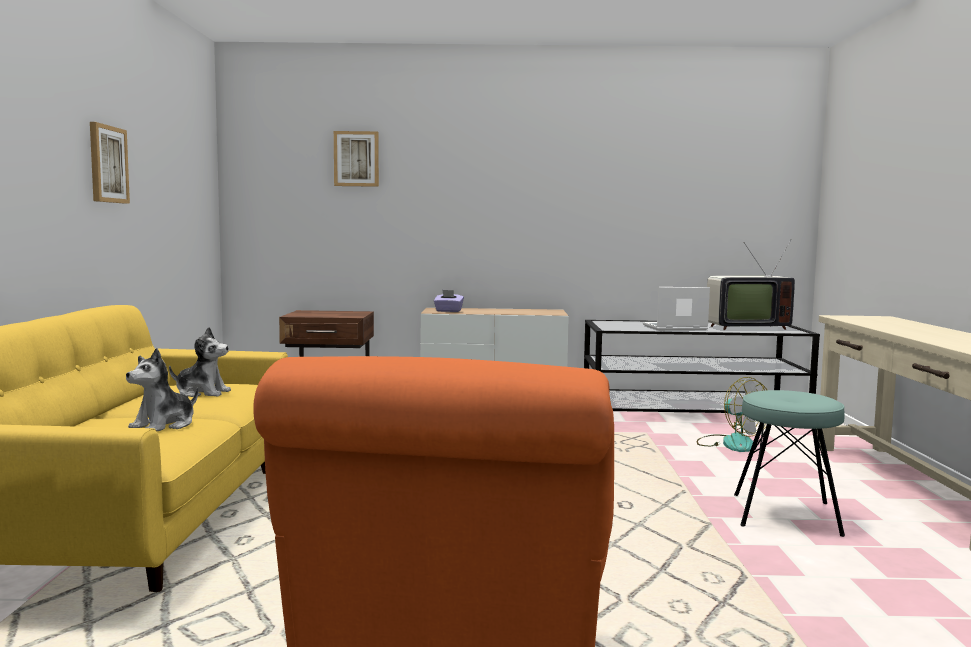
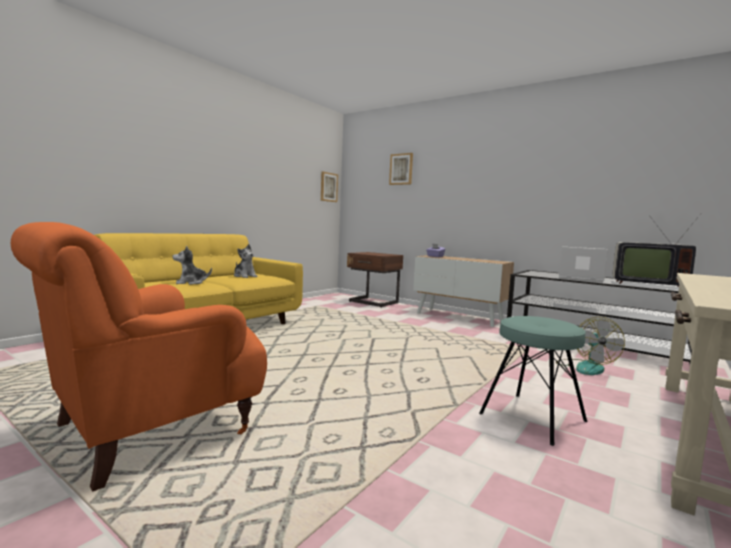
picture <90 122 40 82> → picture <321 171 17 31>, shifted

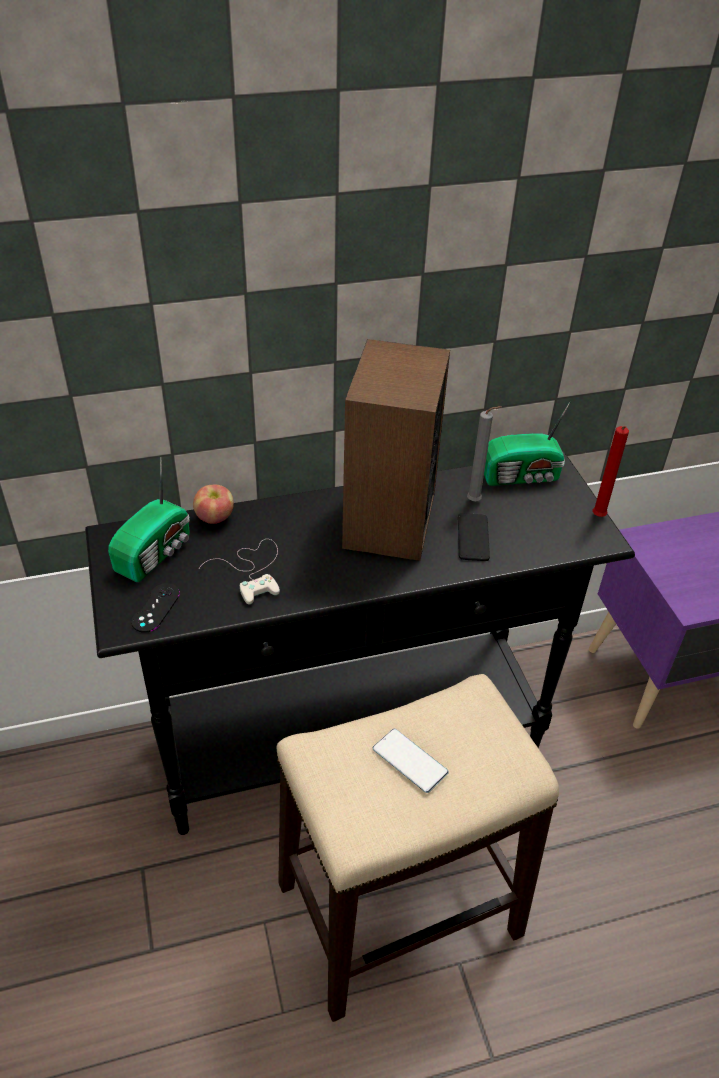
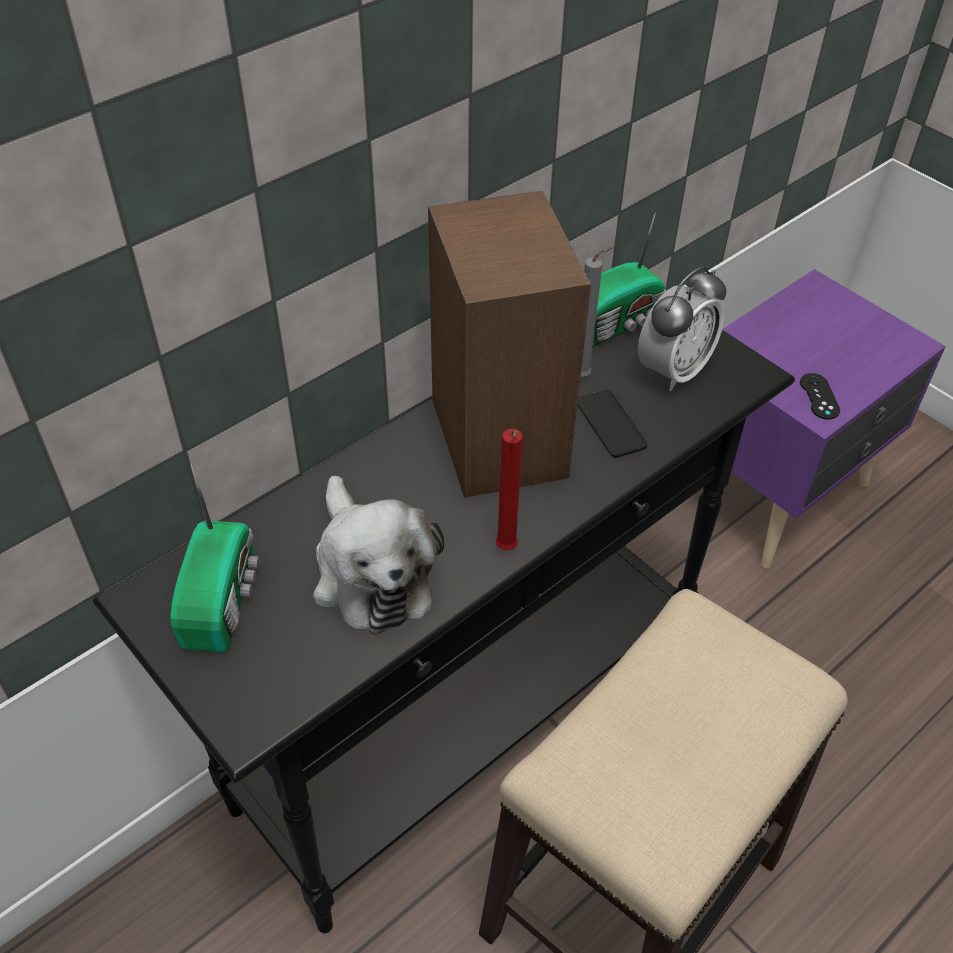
apple <193 484 41 40> → -
phone <373 729 76 64> → -
- → alarm clock <638 266 89 125>
game controller (black) <131 583 49 50> → game controller (black) <800 373 40 46>, shifted
candle (red) <592 426 37 91> → candle (red) <495 429 28 122>, shifted
game controller (white) <199 539 81 65> → plush toy <313 475 131 160>

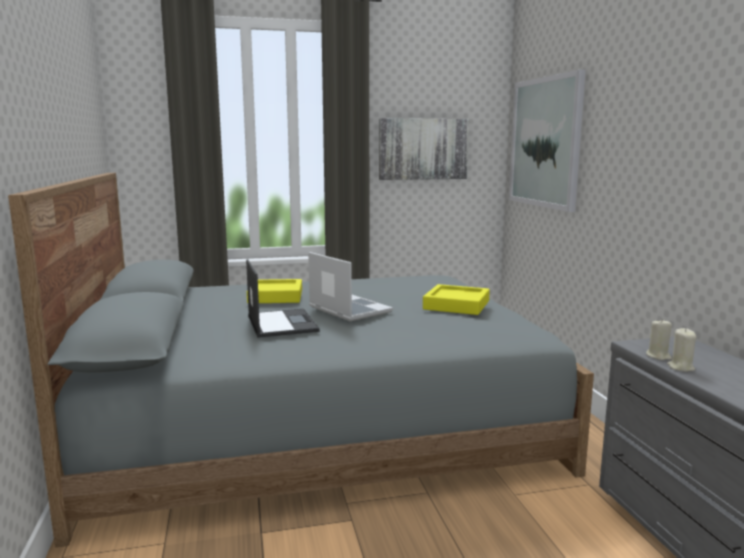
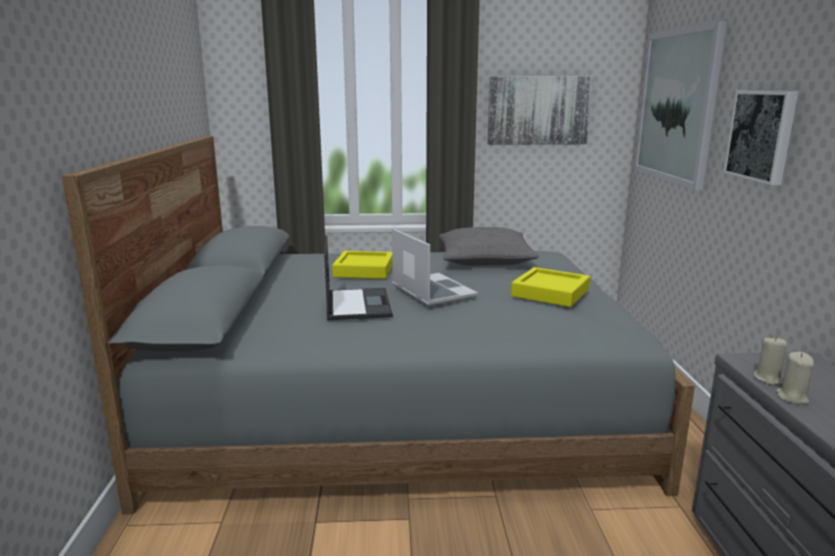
- → pillow (grey) <438 227 101 39>
- → picture <723 91 75 94>

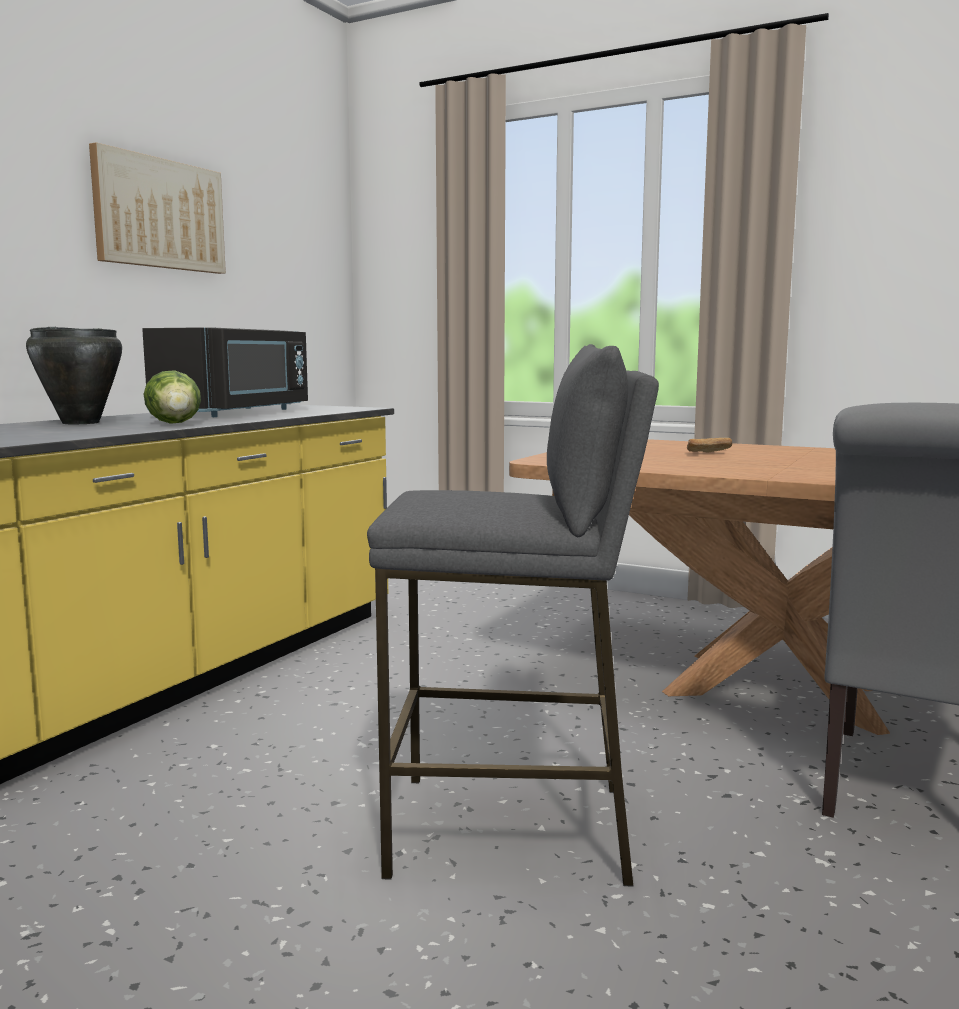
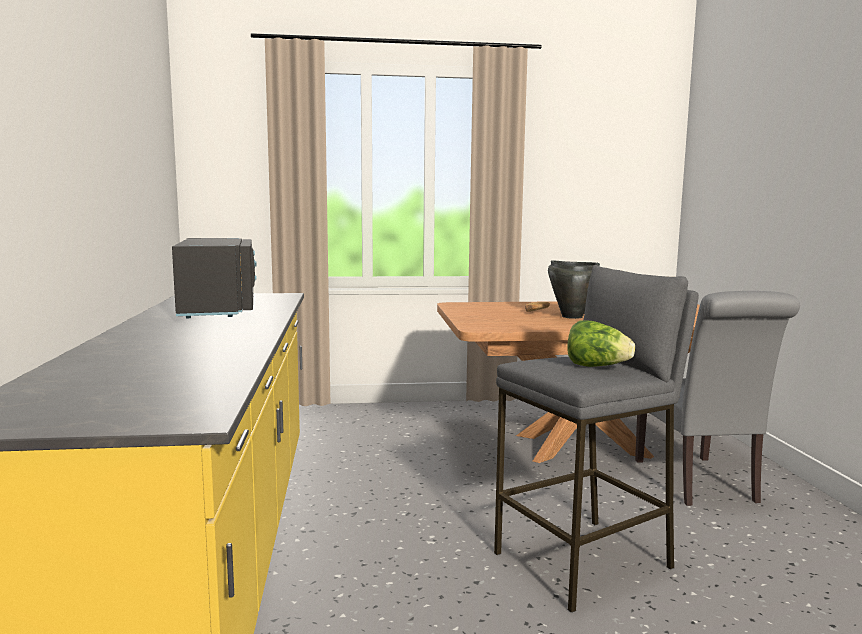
picture <89 142 137 132> → -
cooking pot (black) <26 327 96 97> → cooking pot (black) <548 260 52 59>, shifted
lettuce <144 370 57 54> → lettuce <568 320 67 47>, shifted

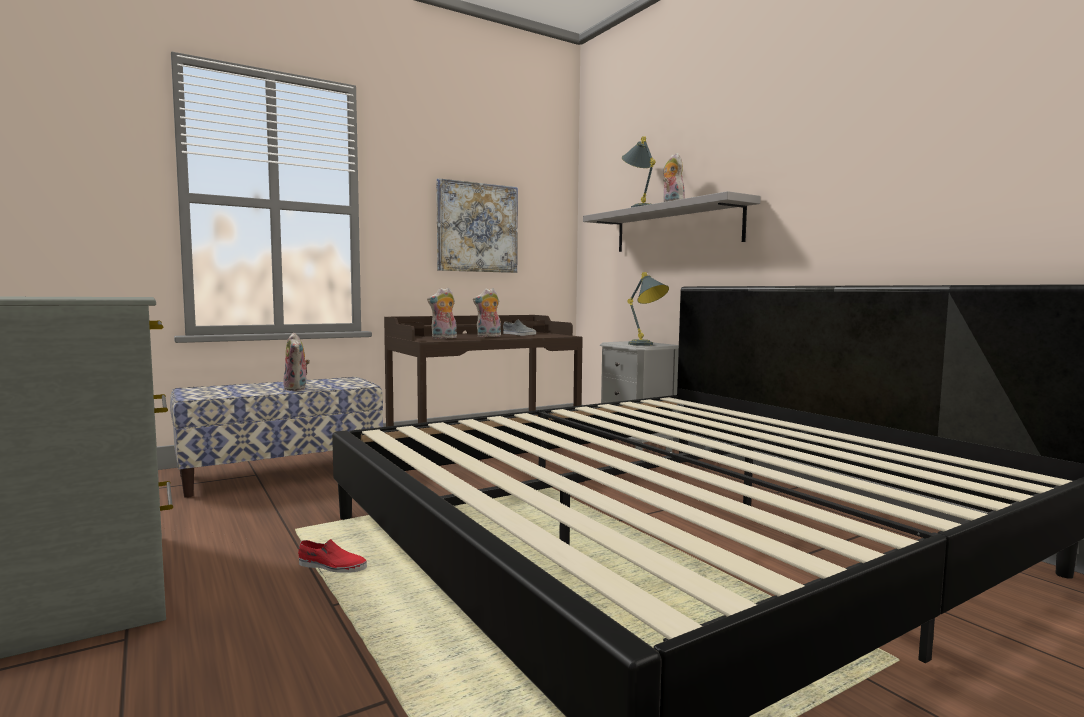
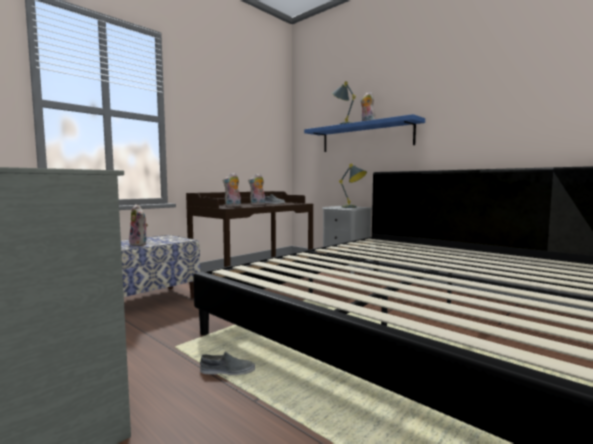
picture <437 178 81 95> → -
shoe (red) <298 539 69 34> → shoe (grey) <200 351 55 24>
shelf (grey) <583 191 178 61> → shelf (blue) <304 114 121 38>

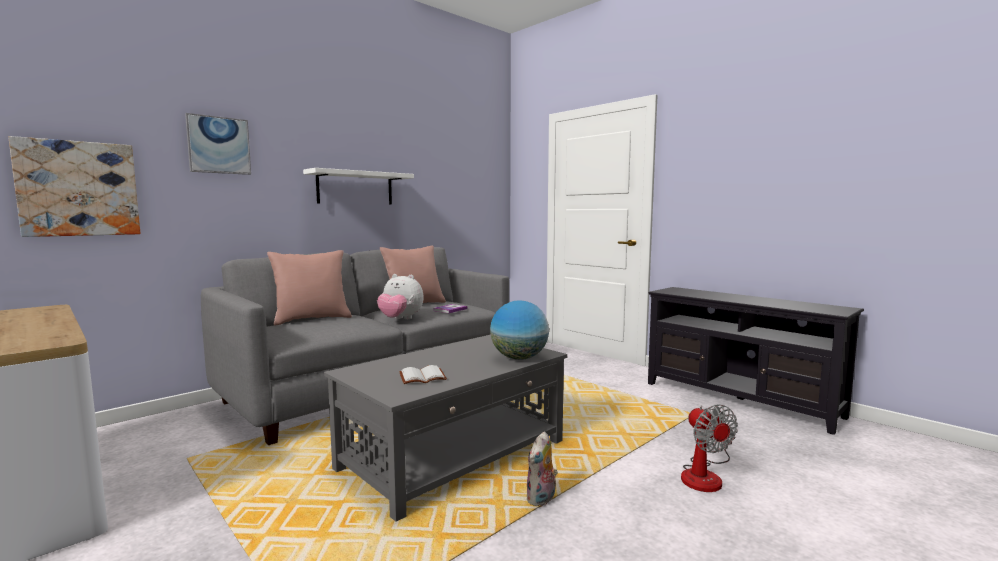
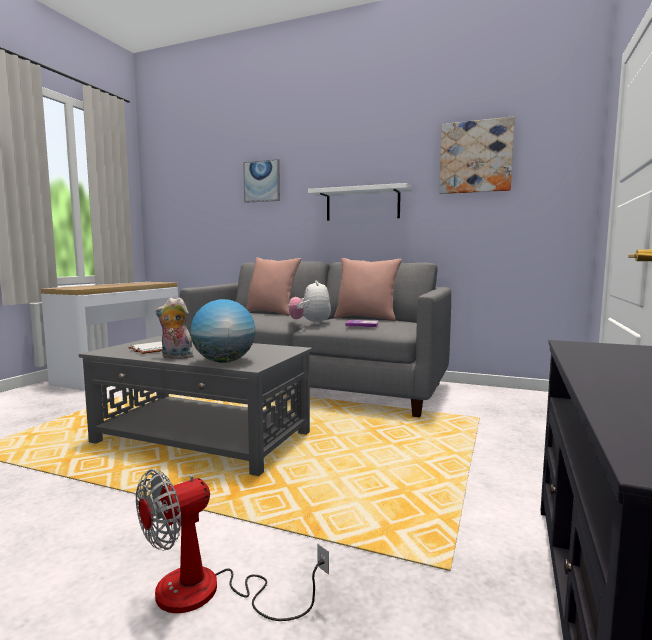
picture <8 136 132 101> → picture <439 116 76 78>, shifted
plush toy <527 431 31 76> → plush toy <156 297 39 62>, shifted

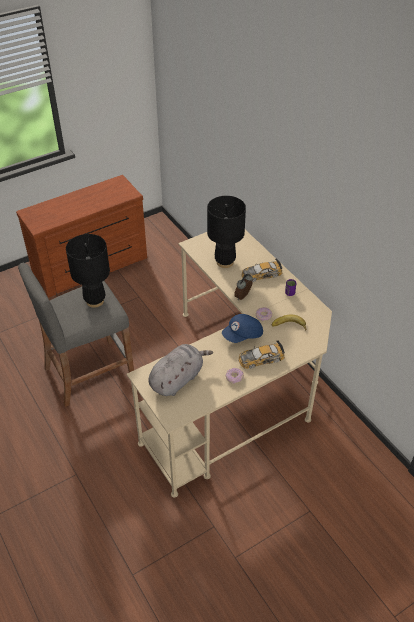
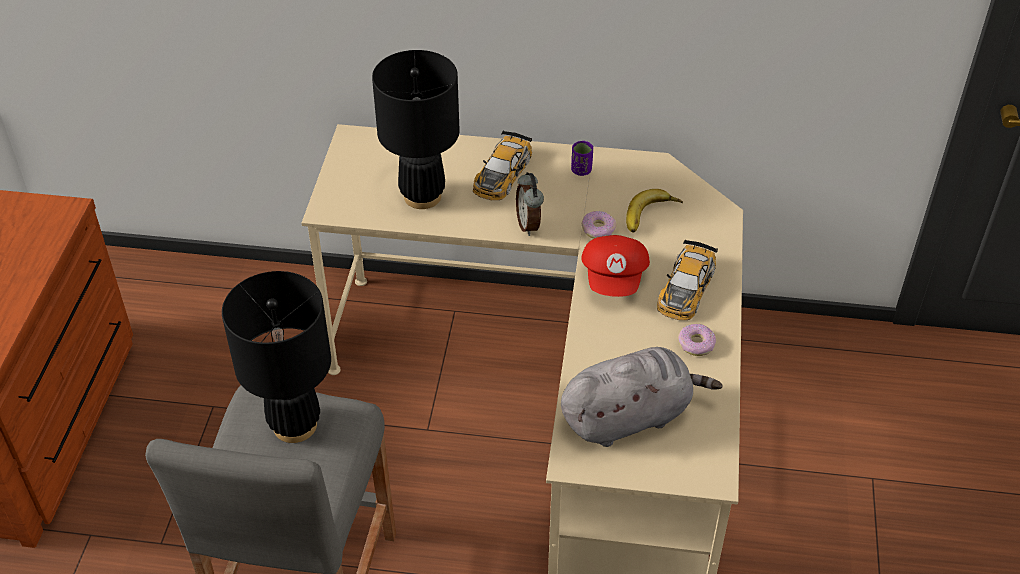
cap (blue) <222 314 41 29> → cap (red) <581 235 69 62>
plush toy (grey) <148 344 65 52> → plush toy (grey) <561 347 162 100>, 75 degrees clockwise

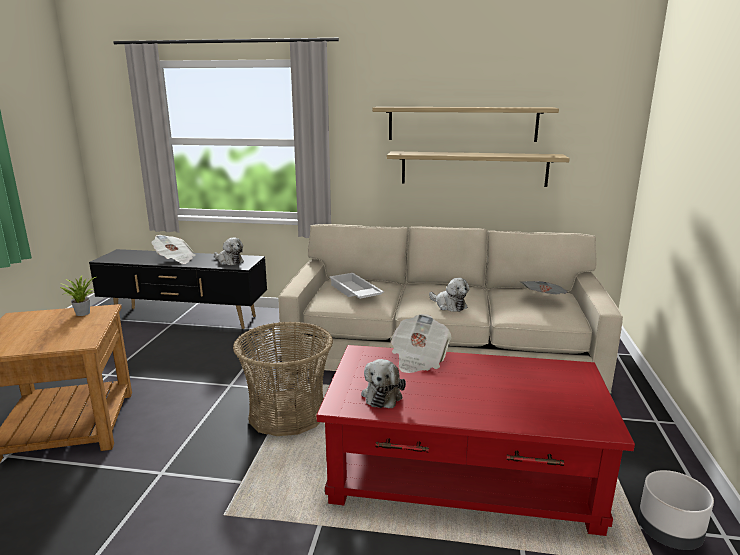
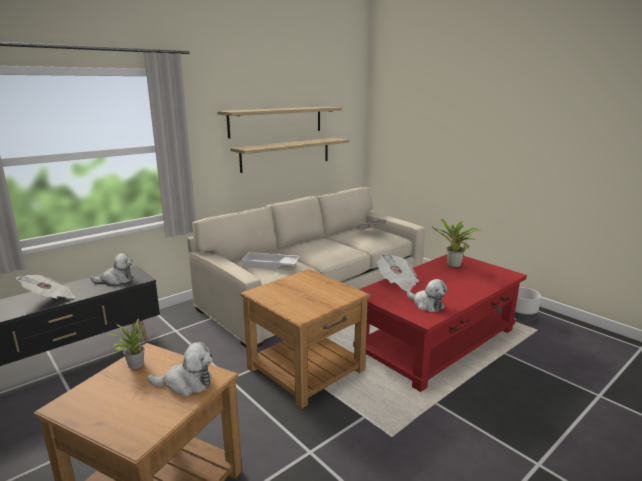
- → potted plant <433 219 45 49>
plush toy <429 278 41 34> → plush toy <148 342 65 55>, shifted
basket <233 322 100 114> → side table (brown) <240 269 130 140>

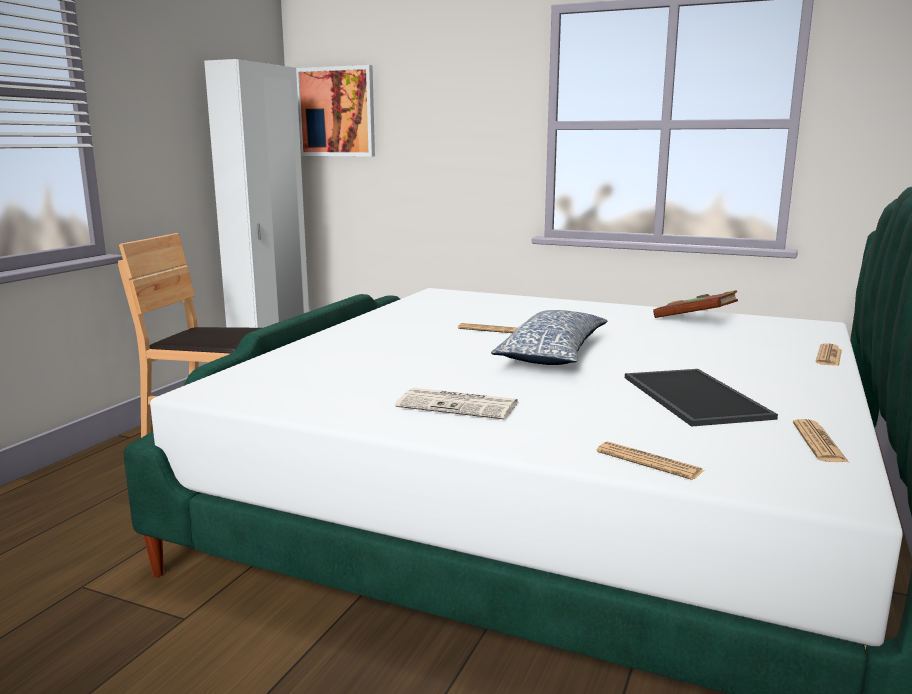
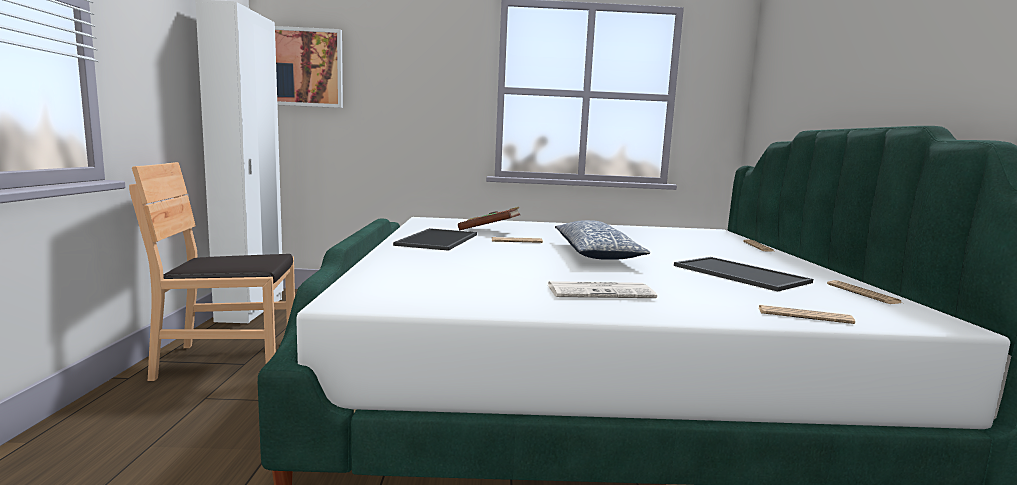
- → tray <393 228 84 23>
book (brown) <653 290 85 28> → book (brown) <458 207 62 23>, shifted

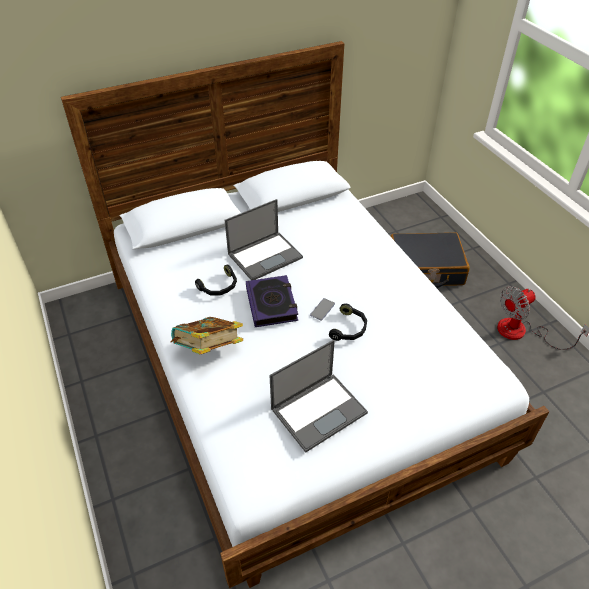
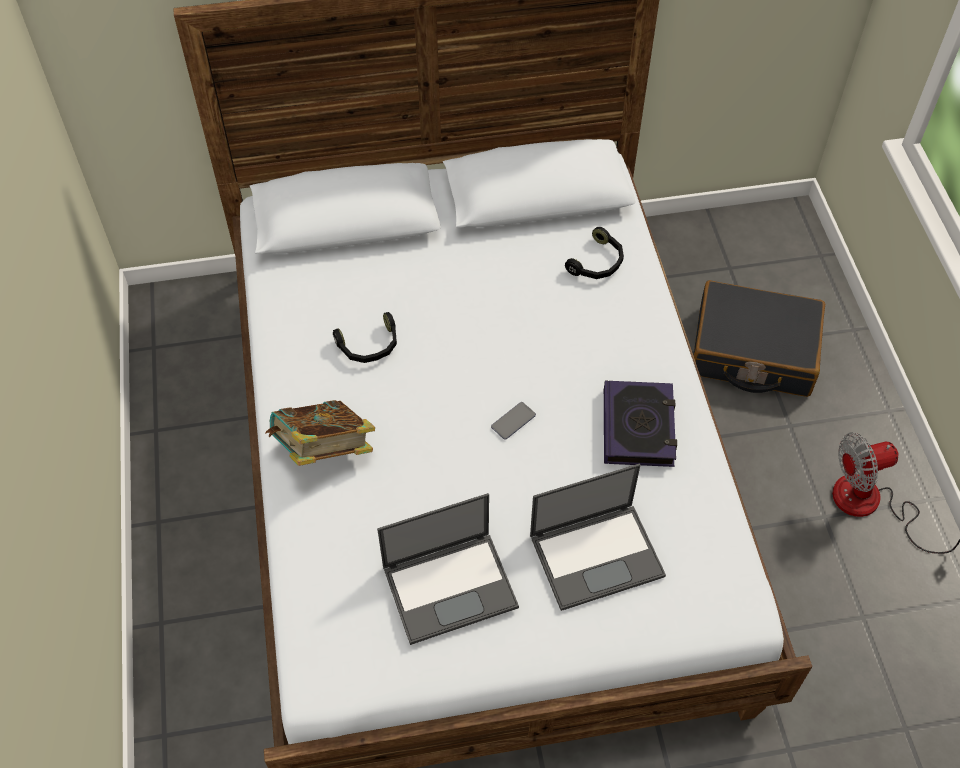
laptop <225 199 78 81> → laptop <530 464 136 147>, shifted
book <246 275 52 52> → book <604 381 73 86>, shifted
headphones (black) <329 303 38 38> → headphones (black) <565 227 59 52>, shifted

